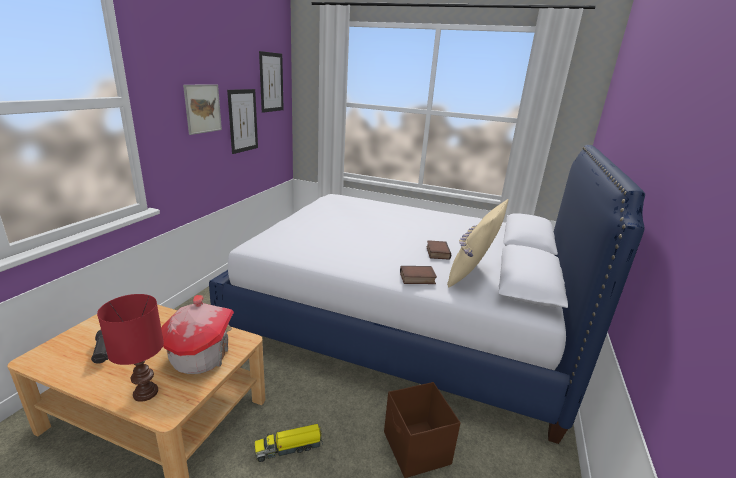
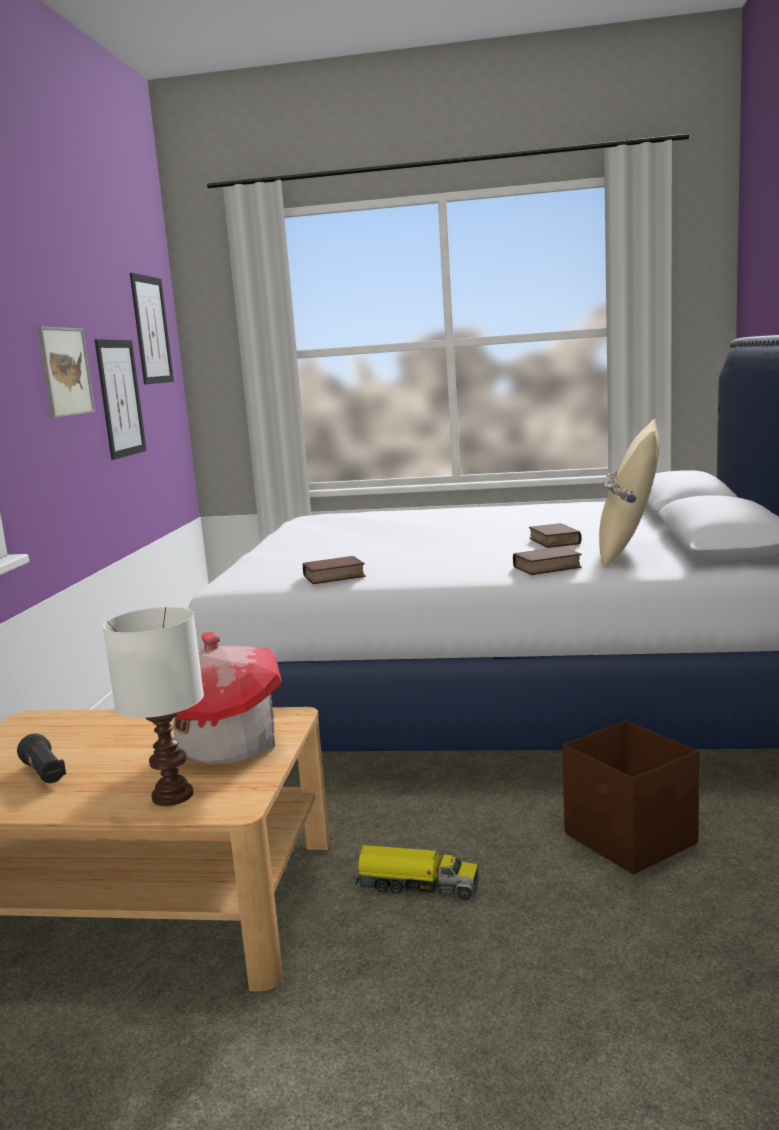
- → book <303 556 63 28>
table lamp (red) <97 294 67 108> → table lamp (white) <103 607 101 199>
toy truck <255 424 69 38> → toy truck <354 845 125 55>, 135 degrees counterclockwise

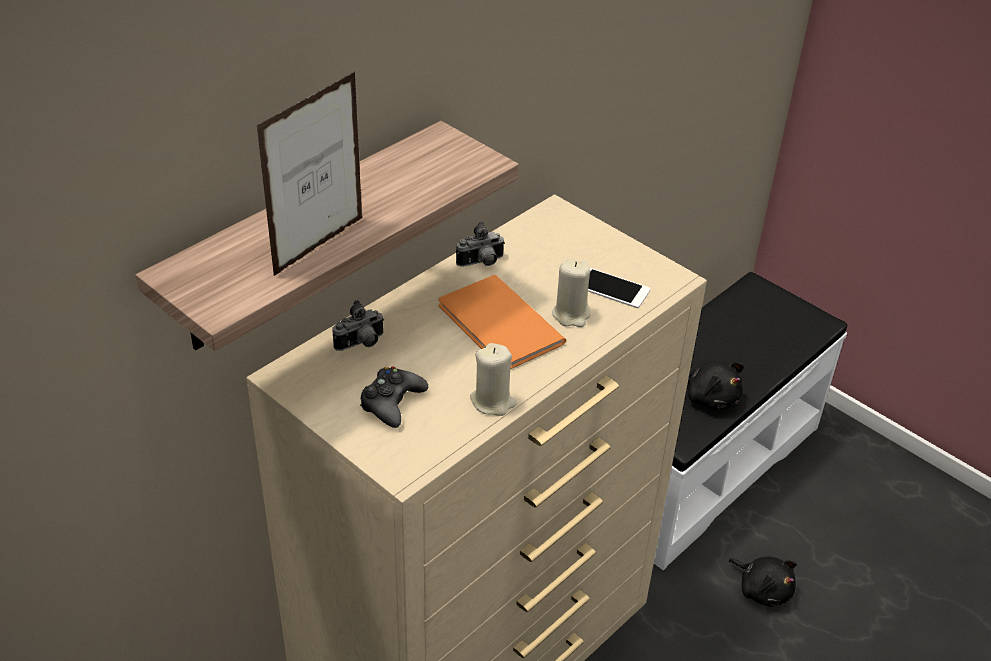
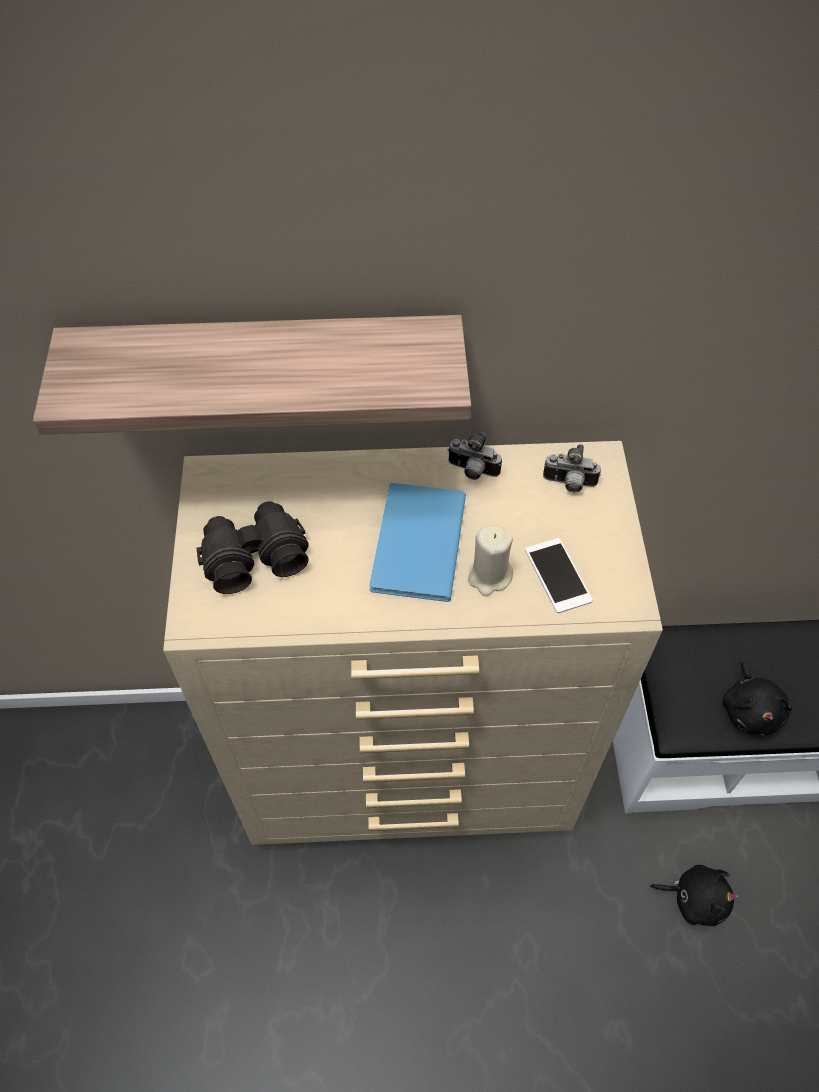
picture frame <257 71 106 205> → -
candle (beige) <470 343 47 73> → -
photo camera <332 300 52 51> → photo camera <543 444 58 49>, shifted
game controller (black) <360 367 68 61> → binoculars (black) <196 501 113 93>
book (orange) <438 275 128 94> → book (blue) <369 483 97 119>
plush toy (black) <728 557 69 50> → plush toy (black) <650 865 89 61>, 75 degrees counterclockwise

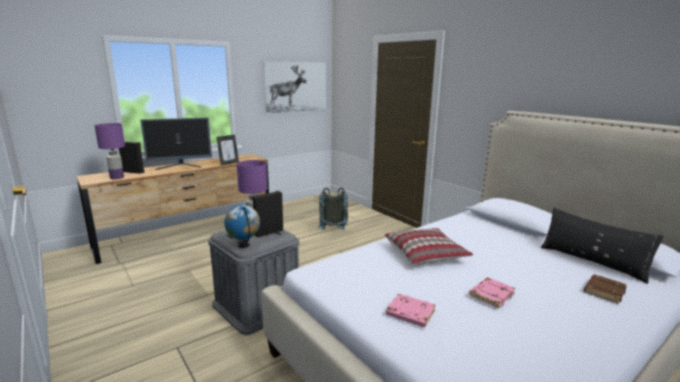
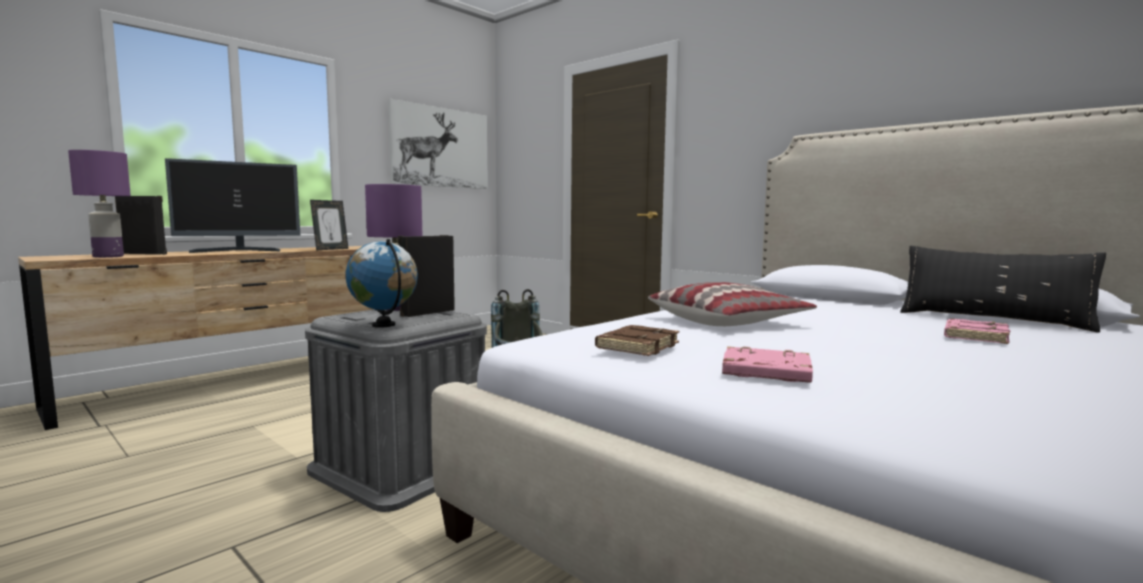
book (pink) <469 278 47 30> → book (pink) <944 319 67 25>, shifted
book (brown) <584 275 43 29> → book (brown) <595 325 84 31>, shifted

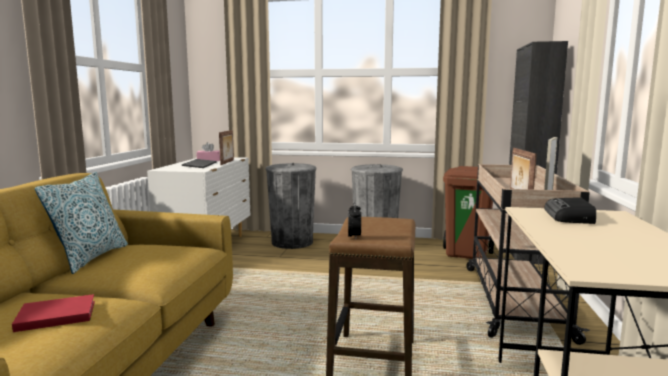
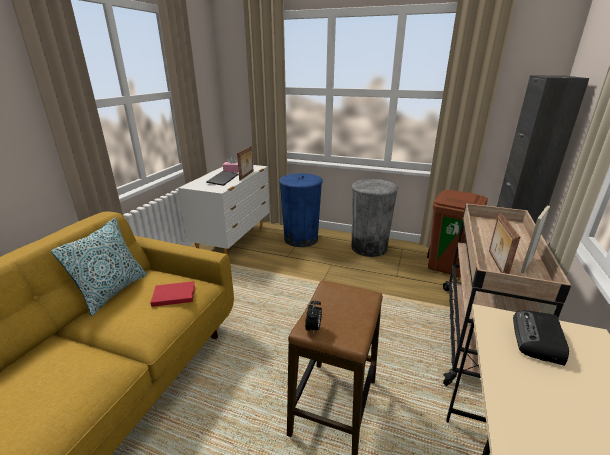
book (red) <12 294 83 38> → book (red) <150 281 45 26>, shifted
trash can (grey) <265 163 52 86> → trash can (blue) <279 173 44 74>

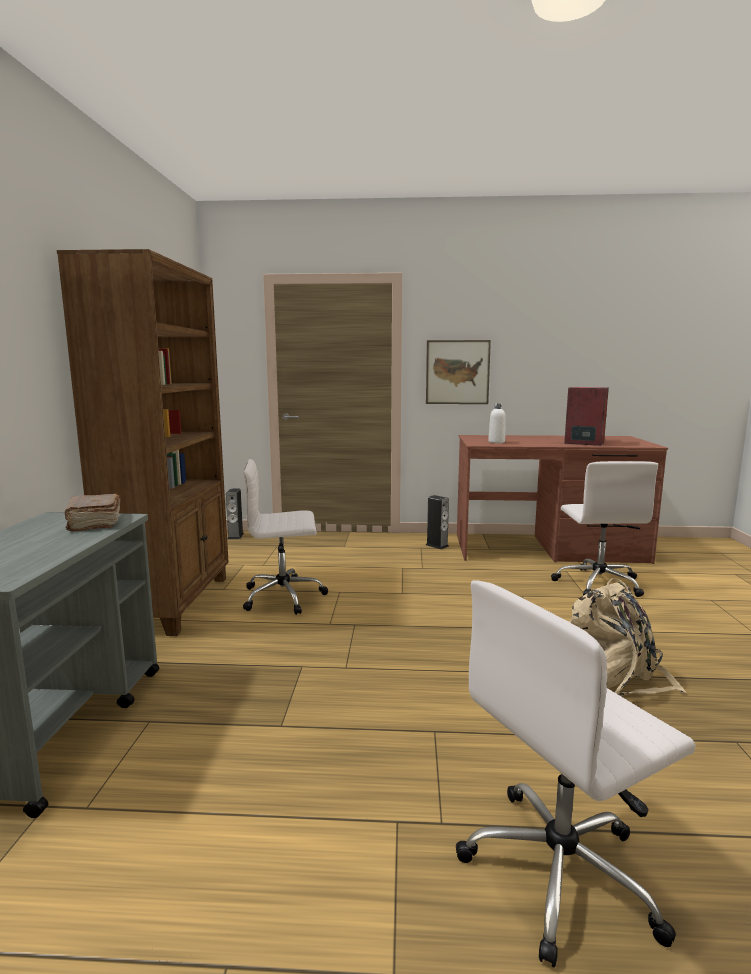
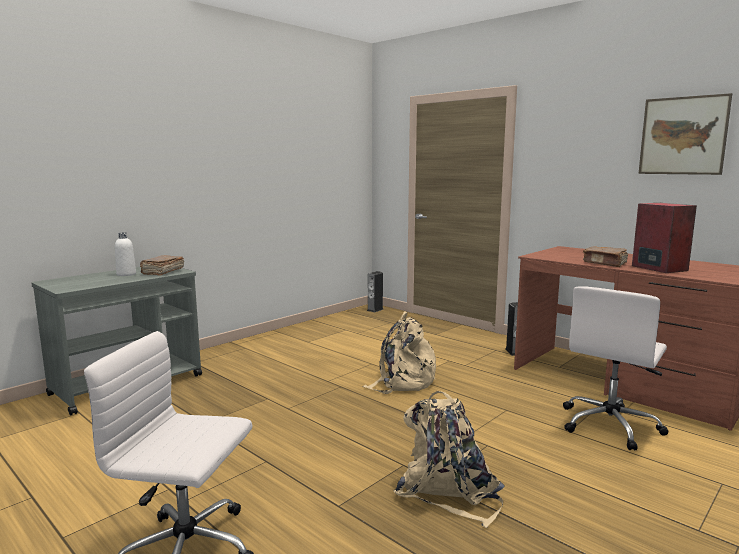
bookcase (brown) <57 249 172 387> → -
office chair (white) <243 459 85 156> → -
- → backpack (beige) <363 311 73 83>
- → book (brown) <583 246 45 21>
picture <426 340 65 64> → picture <638 93 94 82>, shifted
bottle (white) <488 404 18 39> → bottle (white) <115 232 21 44>, shifted

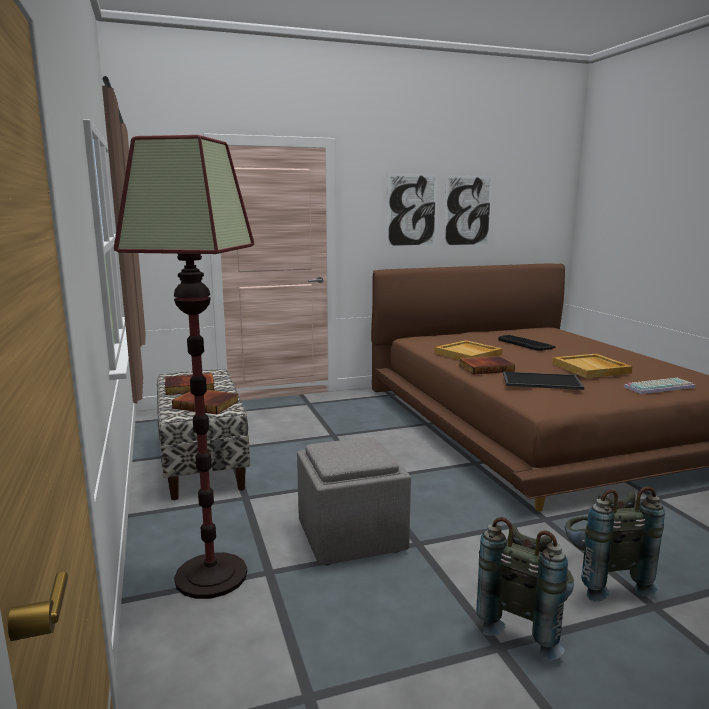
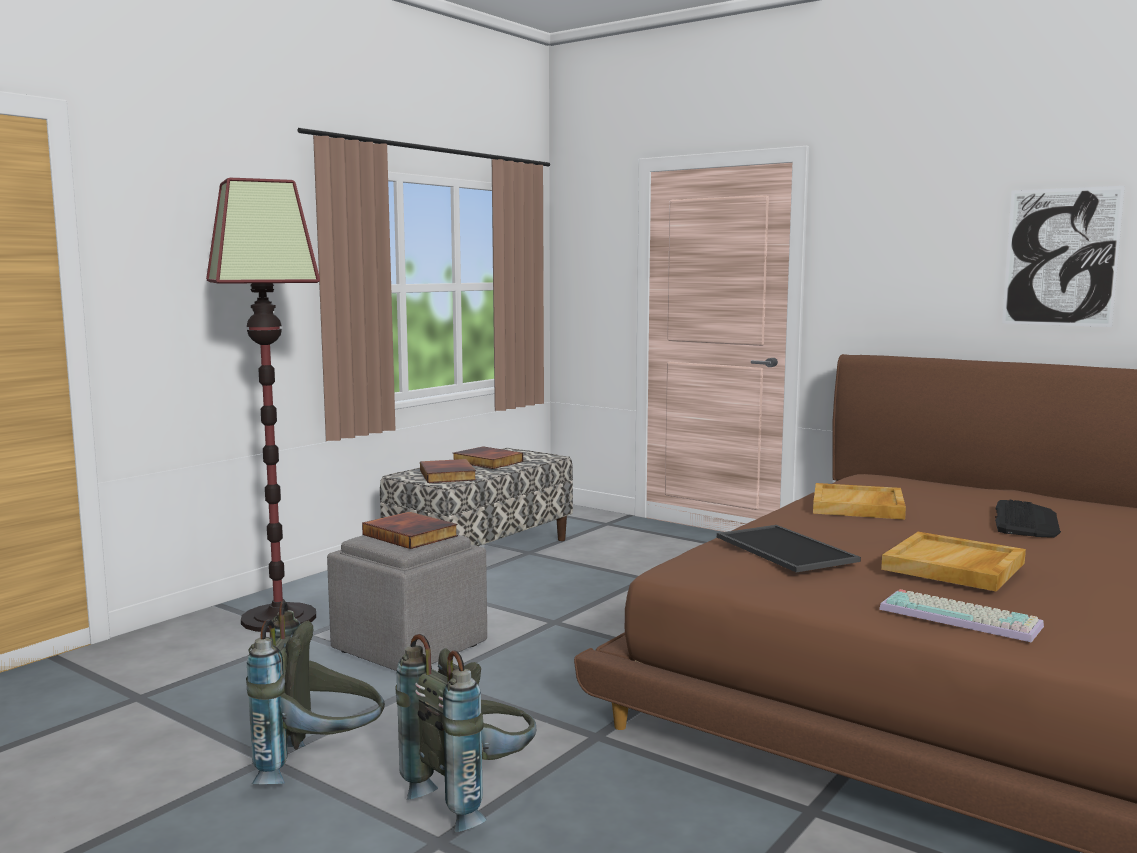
picture <387 173 50 74> → -
book <459 356 56 19> → book <362 512 96 37>, shifted

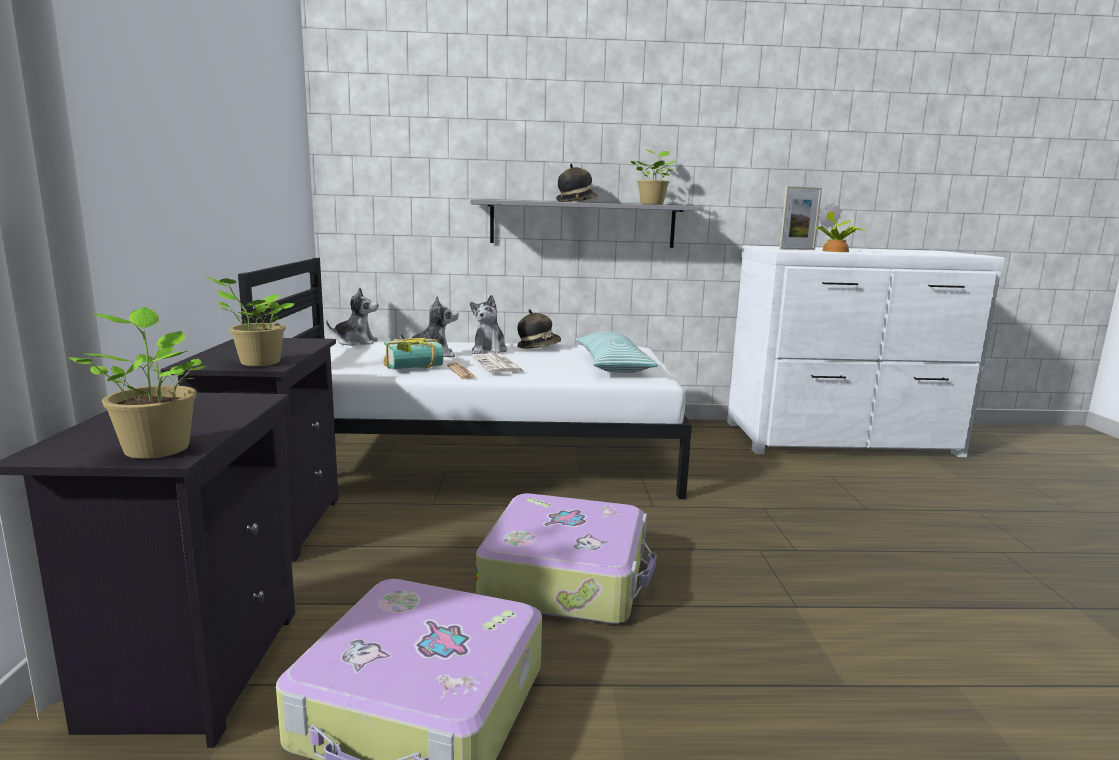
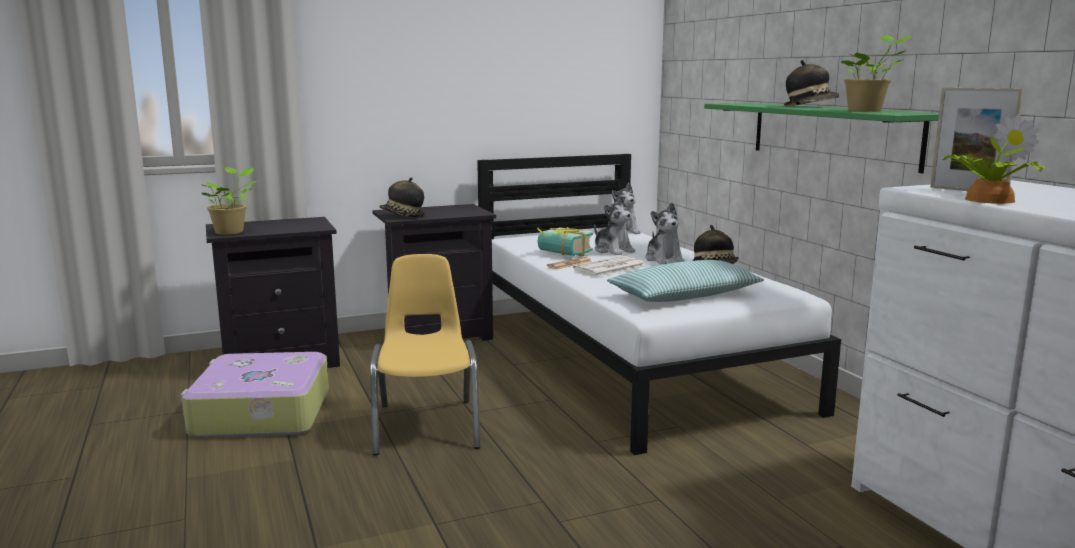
potted plant <204 276 91 90> → hat <380 177 45 40>
suitcase <476 493 181 131> → chair (yellow) <370 254 111 202>
shelf (grey) <470 199 232 49> → shelf (green) <704 103 235 70>
plush toy <470 295 37 59> → plush toy <645 203 40 61>, 90 degrees counterclockwise

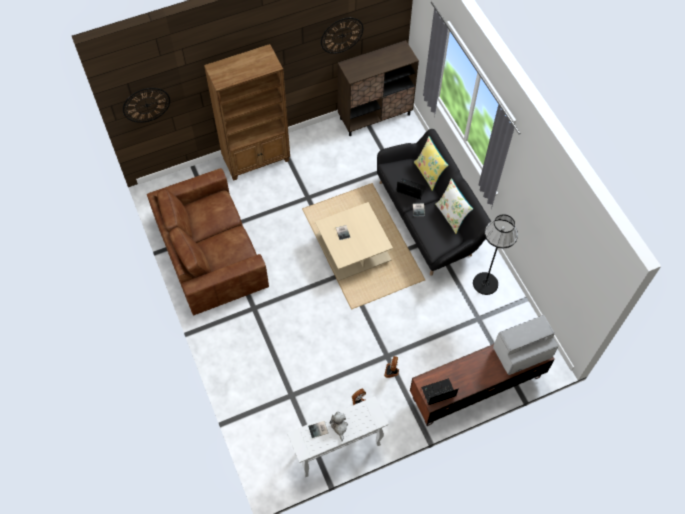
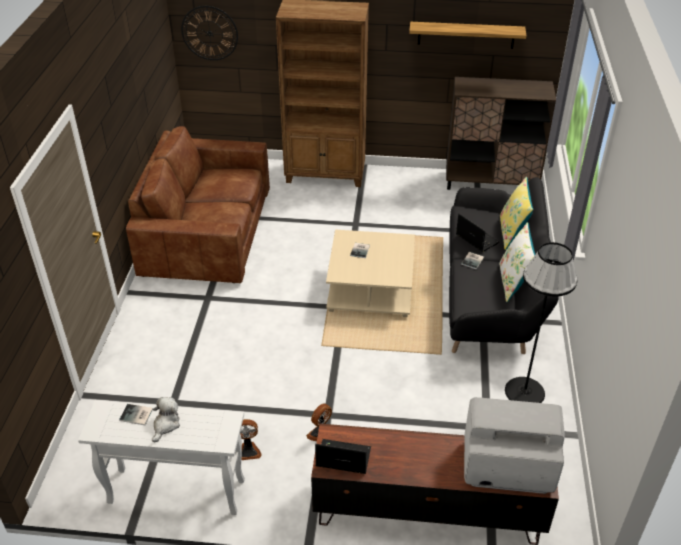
wall clock <321 18 42 36> → shelf <409 22 118 27>

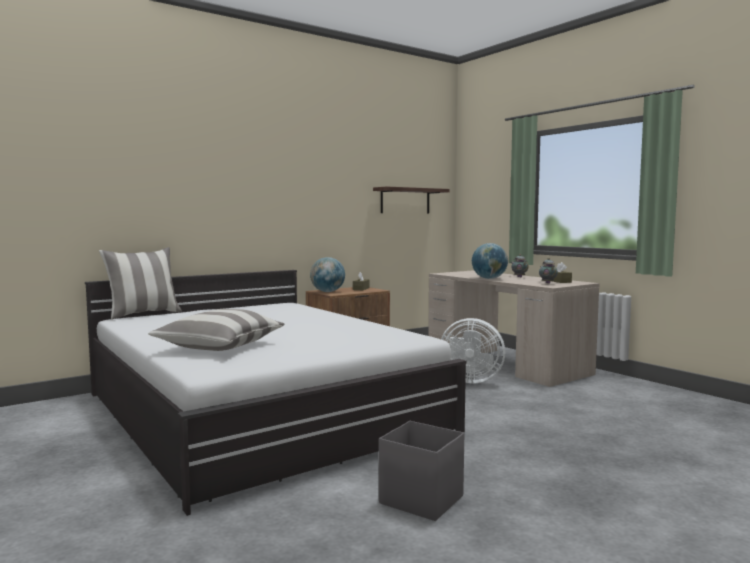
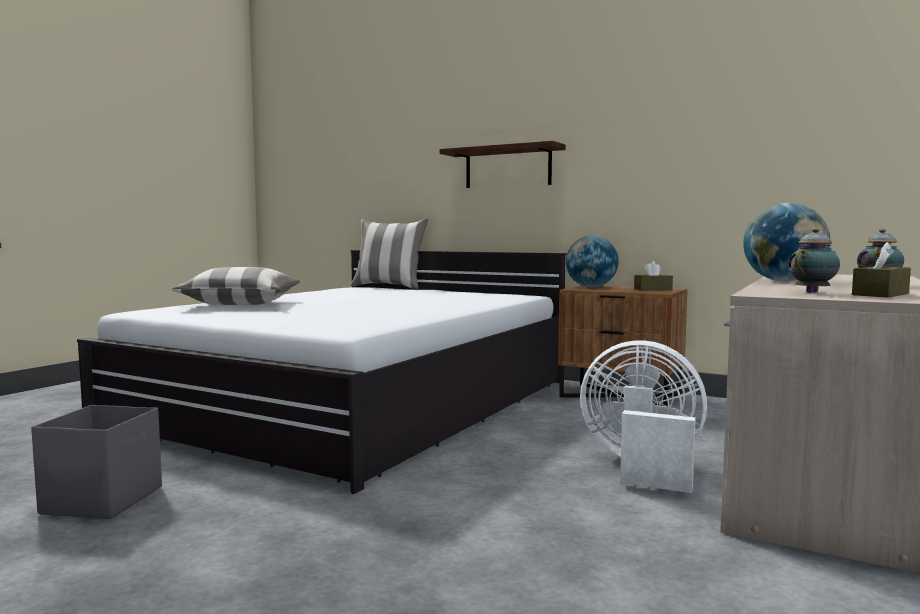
shelf <373 187 77 26> → shelf <440 141 126 47>, shifted
fan (white) <441 318 64 65> → fan (white) <580 340 127 153>, 120 degrees clockwise

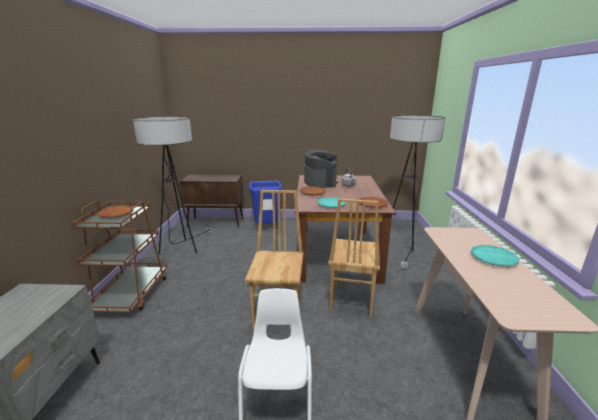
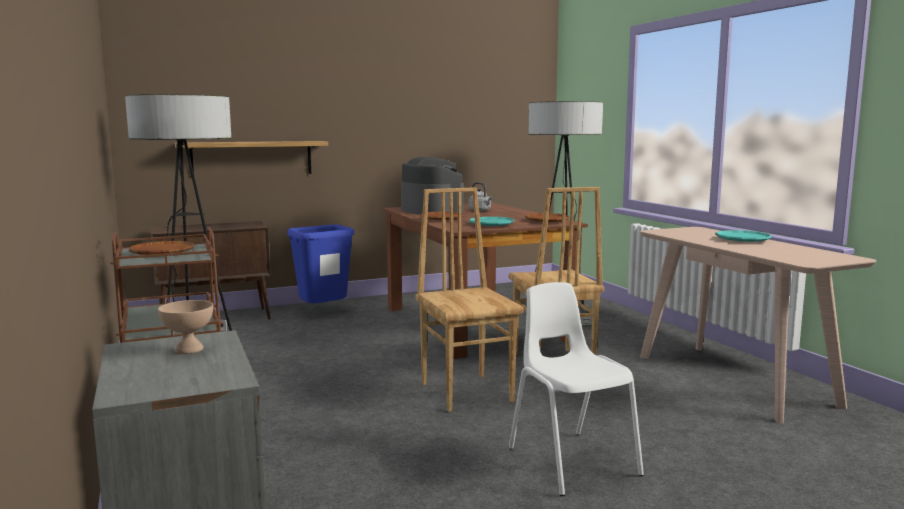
- → bowl (beige) <158 300 55 54>
- → shelf <175 141 153 33>

